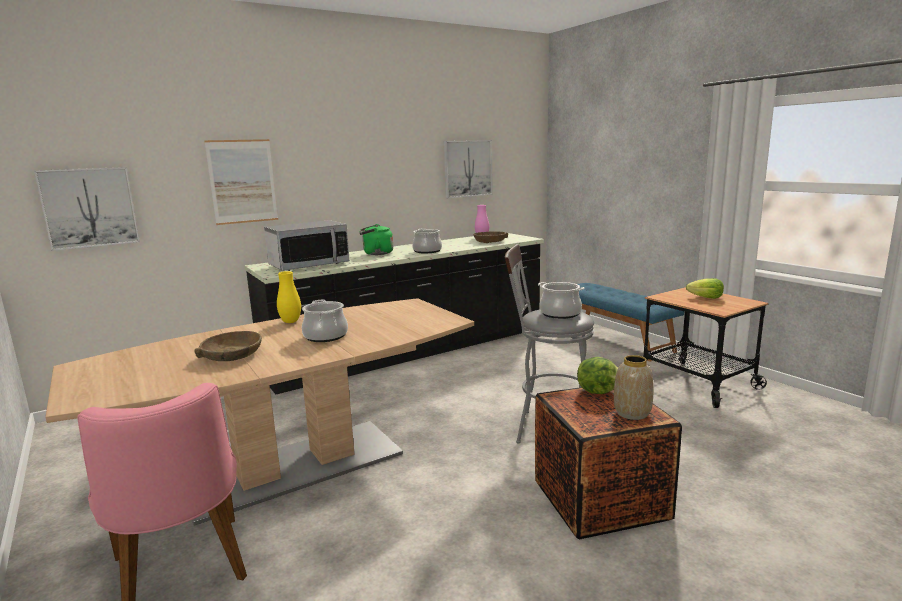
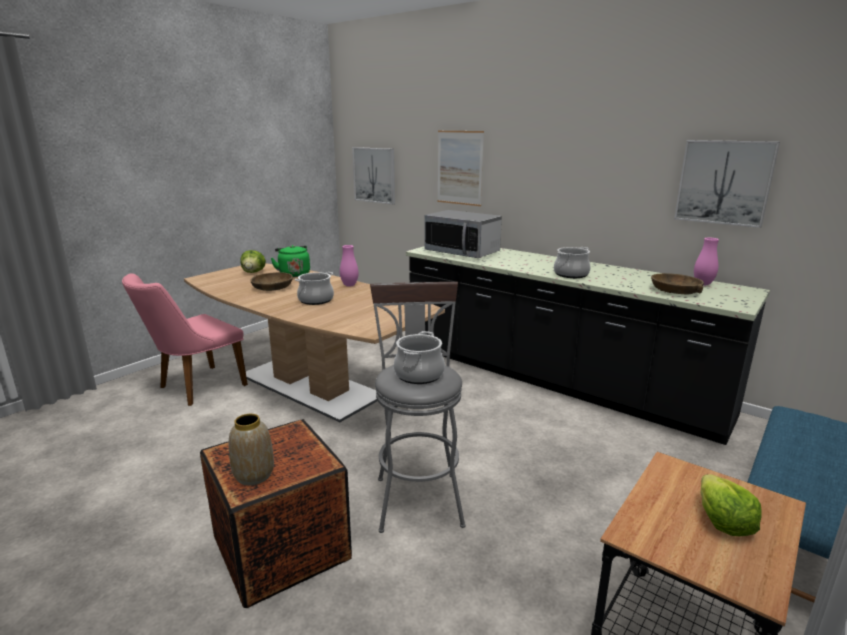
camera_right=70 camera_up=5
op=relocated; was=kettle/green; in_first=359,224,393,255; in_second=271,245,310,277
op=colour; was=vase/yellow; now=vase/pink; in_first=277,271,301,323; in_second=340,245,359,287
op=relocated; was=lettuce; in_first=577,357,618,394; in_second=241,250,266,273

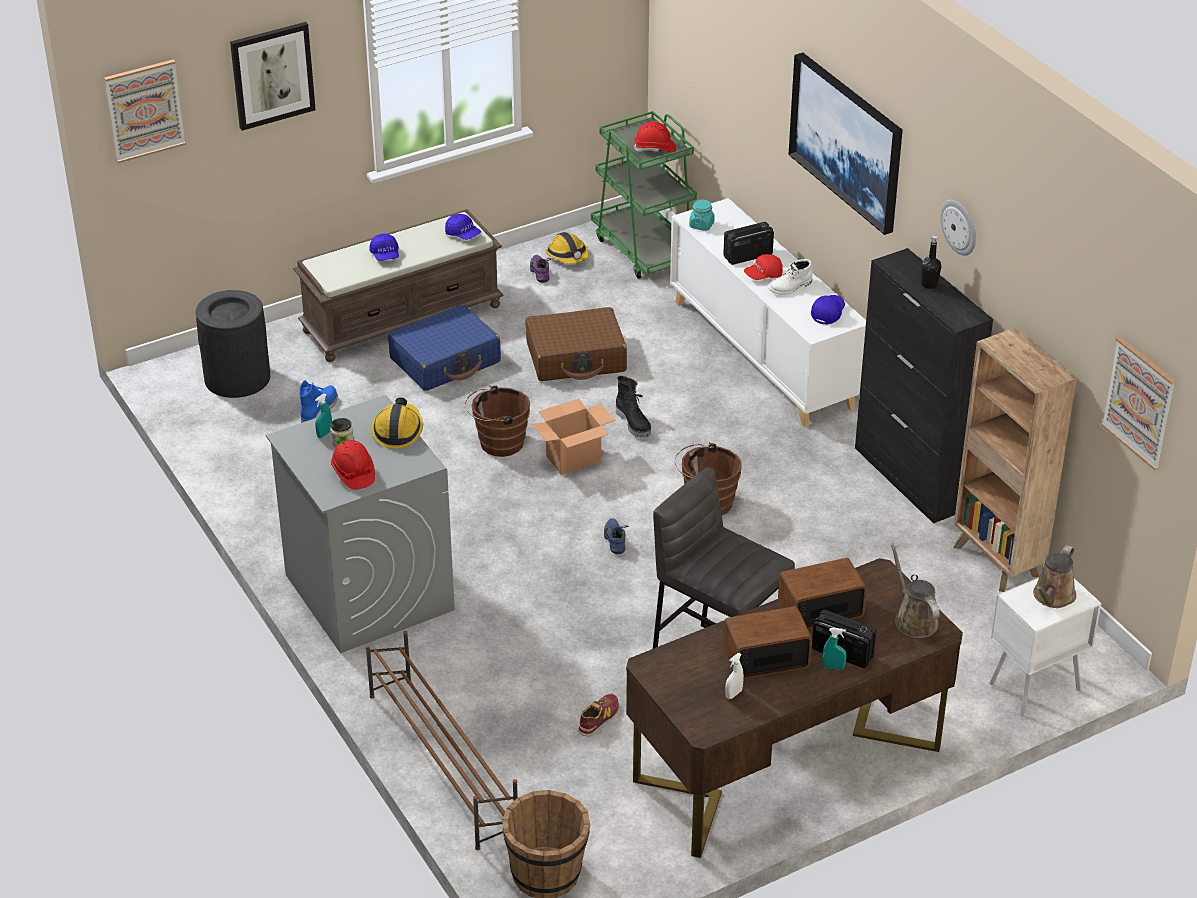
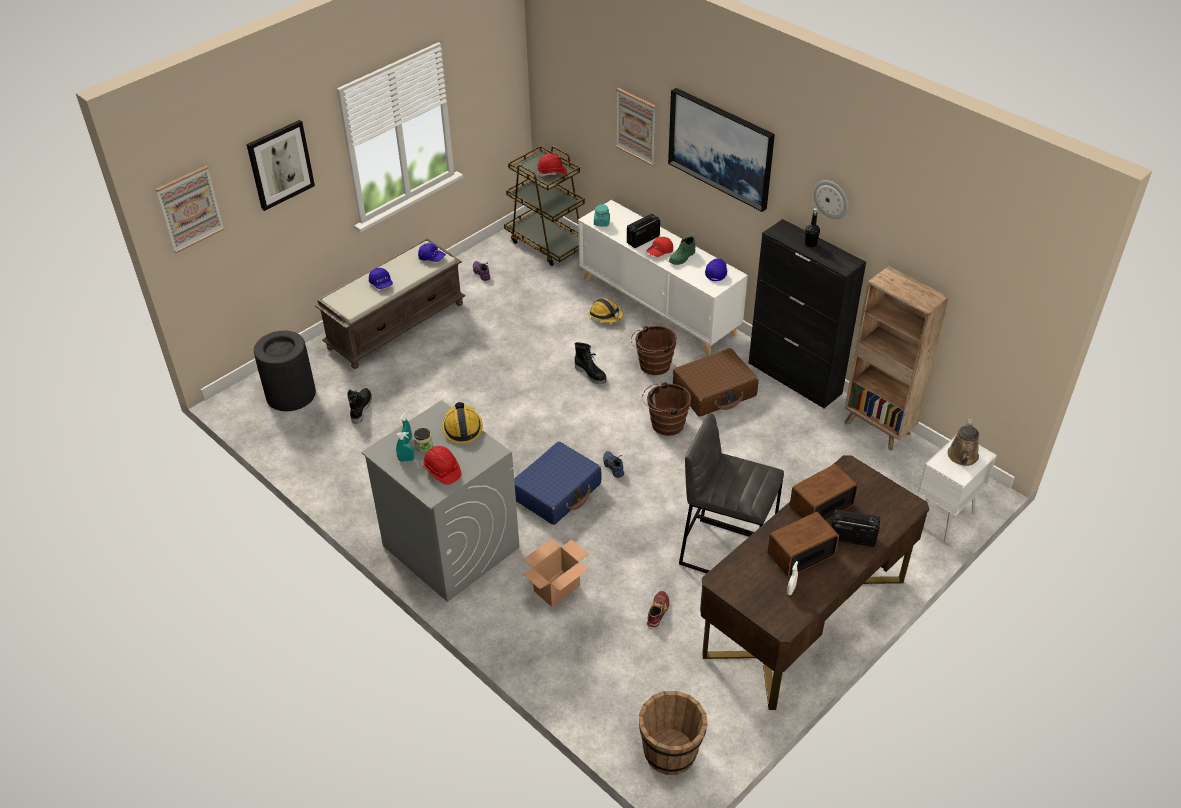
camera_right=-15 camera_up=5
op=colour; was=cart/green; now=cart/brown; in_first=591,111,697,279; in_second=504,146,585,266
op=relocated; was=hard hat; in_first=545,232,589,264; in_second=588,298,623,323
op=colour; was=boot/white; now=boot/green; in_first=769,259,813,295; in_second=669,236,696,265
op=relocated; was=suitcase/blue; in_first=388,305,501,391; in_second=514,441,601,525
op=relocated; was=suitcase/brown; in_first=525,307,627,381; in_second=673,348,758,417
op=relocated; was=picture; in_first=1101,337,1176,470; in_second=616,88,656,166
op=colour; was=boot/blue; now=boot/black; in_first=299,380,338,423; in_second=347,388,372,424
op=relocated; was=bucket/brown; in_first=465,385,530,457; in_second=631,326,677,375
op=relocated; was=cardboard box; in_first=532,398,615,475; in_second=522,539,589,607
op=missing; was=watering can/brown; in_first=891,543,940,638
op=relocated; was=spray bottle/turquoise; in_first=822,628,846,670; in_second=396,432,414,462
op=missing; was=shoe rack/brown; in_first=366,631,518,850

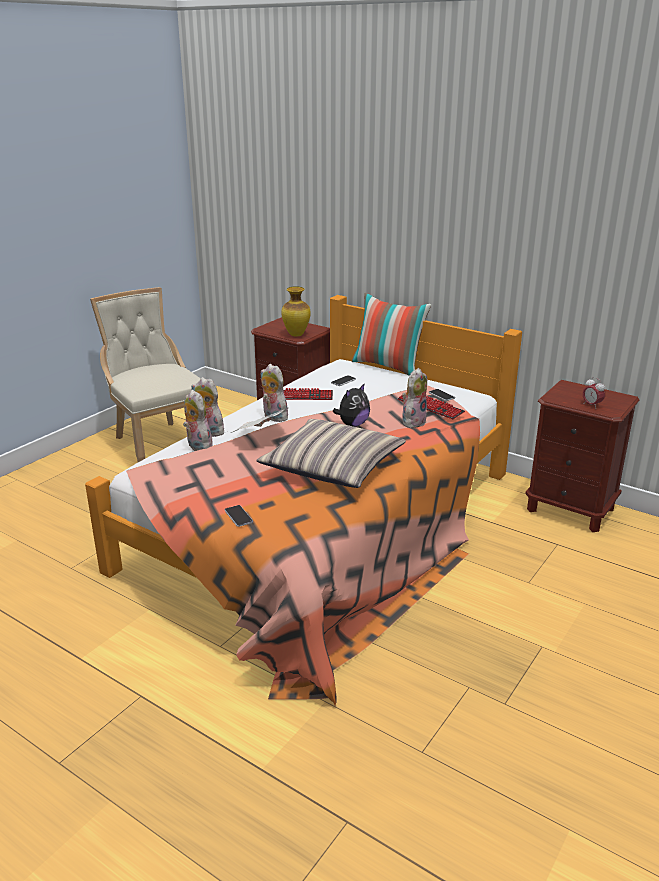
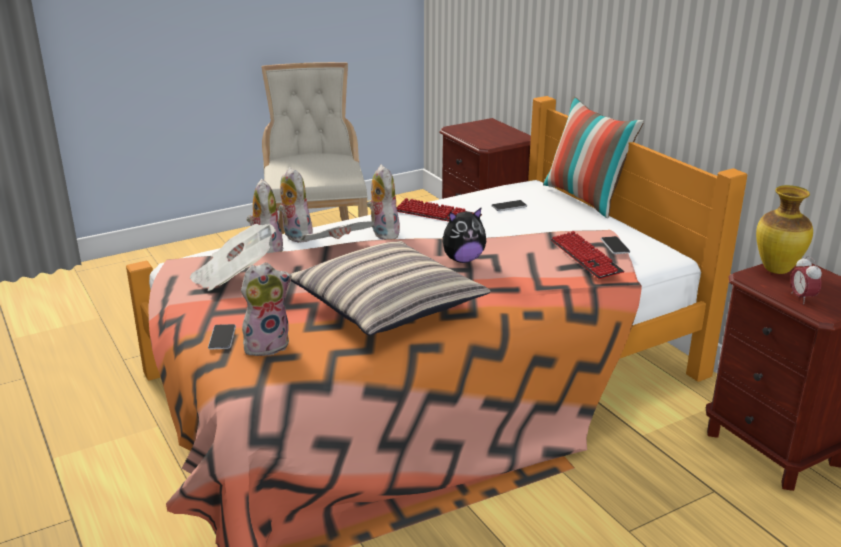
camera_right=25 camera_up=0
op=relocated; was=vase; in_first=281,286,311,337; in_second=756,185,813,274
op=relocated; was=plush toy; in_first=402,368,427,428; in_second=241,262,292,356
op=appeared; now=newspaper; in_second=190,224,276,291

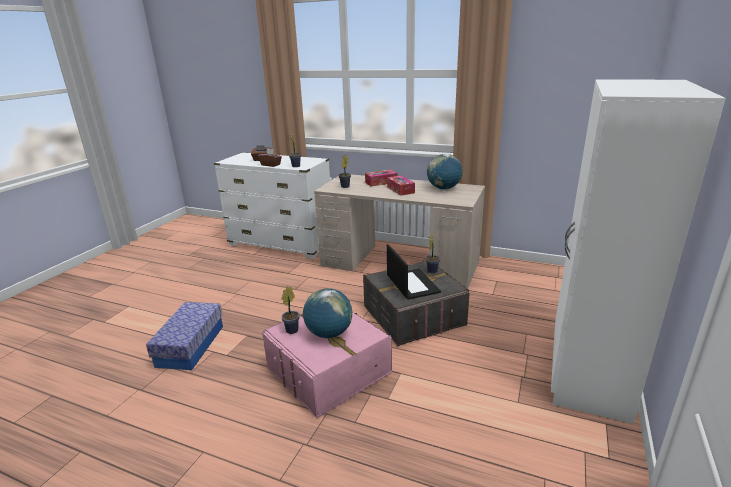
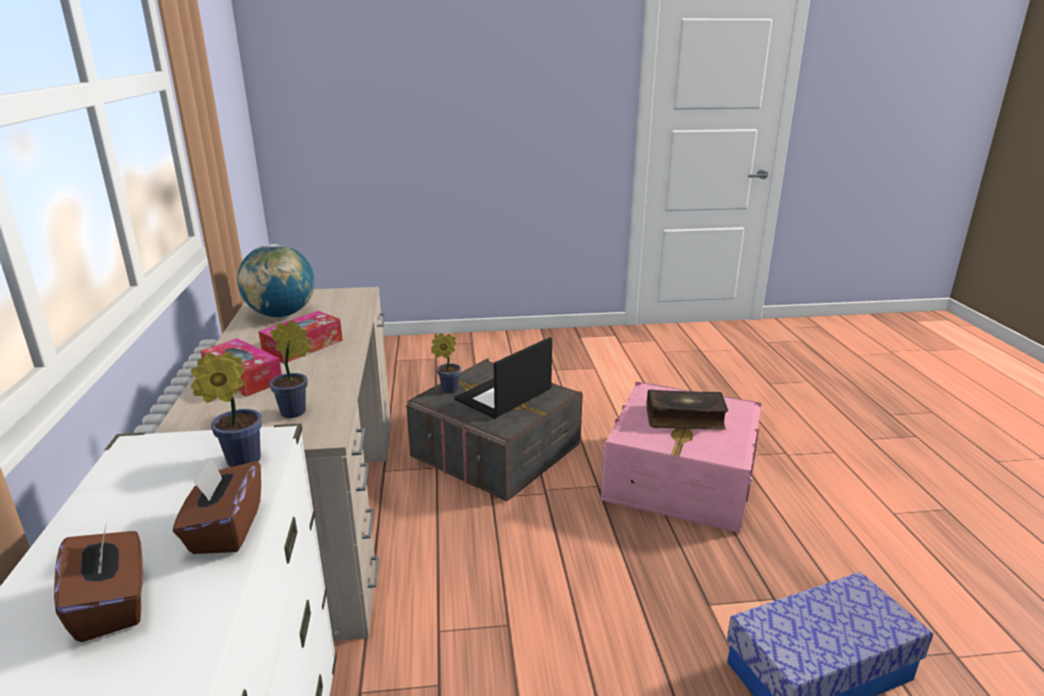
camera_right=-120 camera_up=0
op=missing; was=wardrobe/white; in_first=551,80,726,424
op=missing; was=potted plant; in_first=281,286,300,334
op=exchanged; was=globe; now=book; in_first=303,288,352,338; in_second=646,389,728,430

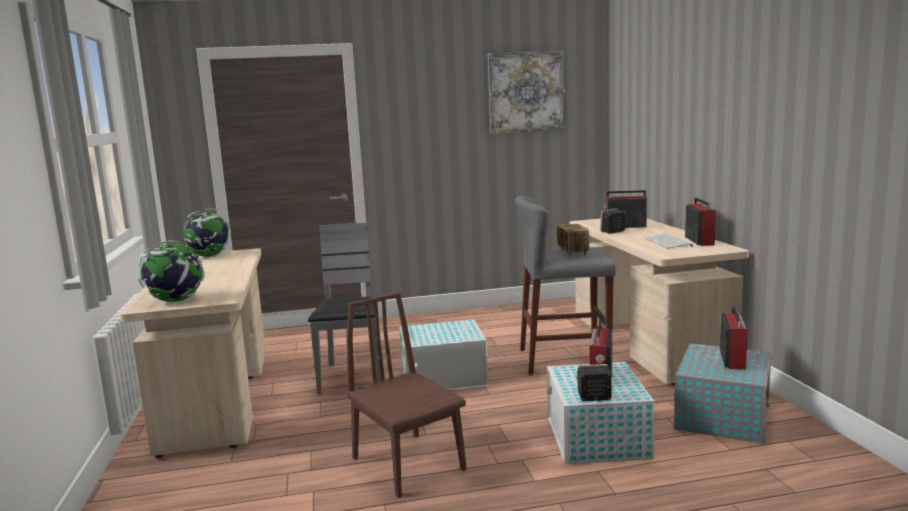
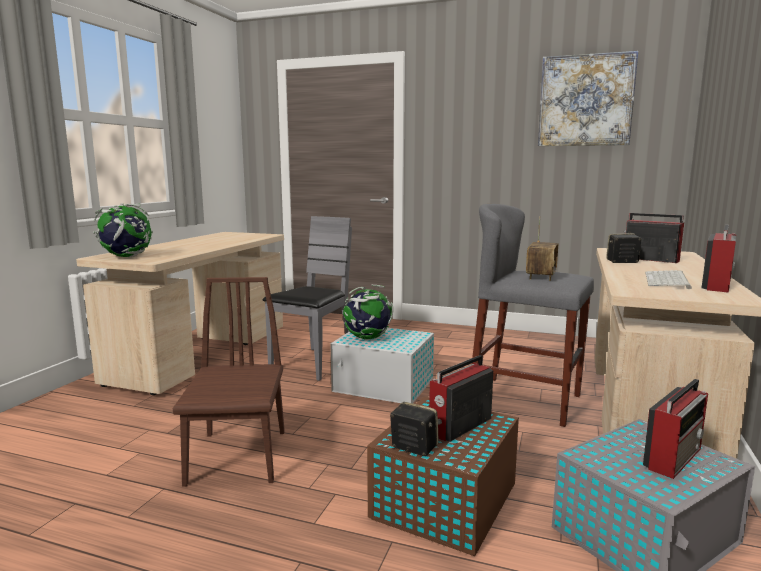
camera_right=30 camera_up=0
op=relocated; was=globe; in_first=183,208,231,257; in_second=343,285,394,339
op=colour; was=storage box/white; now=storage box/brown; in_first=546,362,654,464; in_second=367,397,519,556

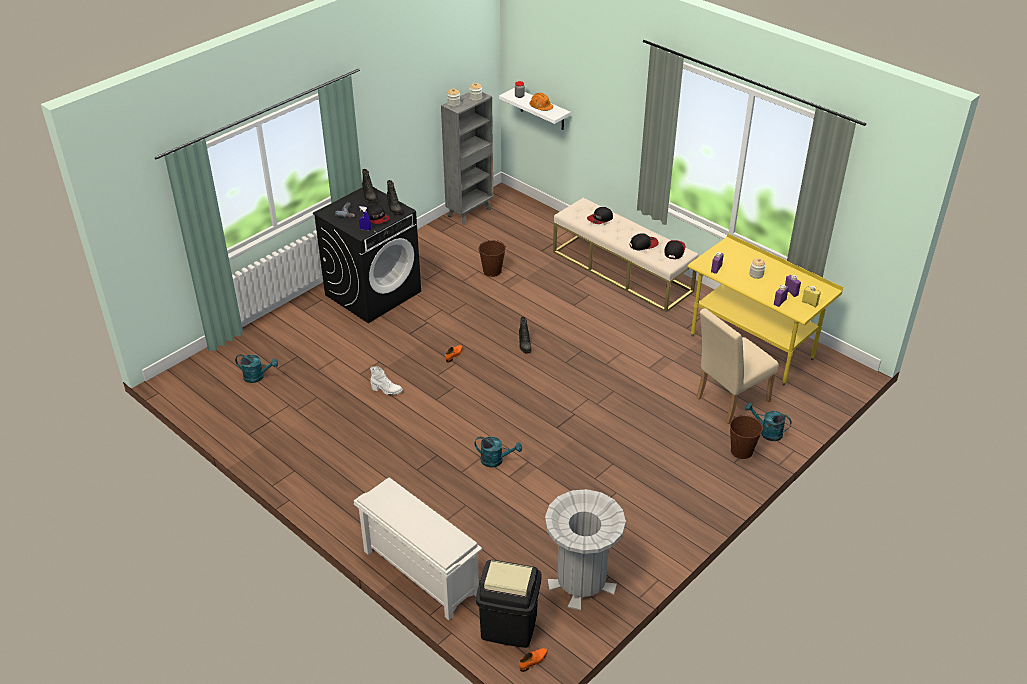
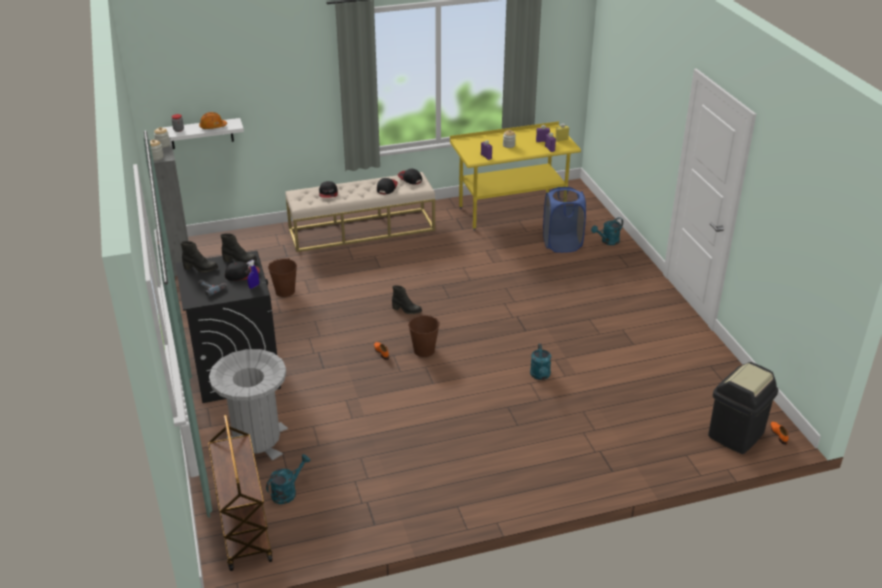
camera_right=-60 camera_up=-5
op=exchanged; was=chair/beige; now=laundry basket/blue; in_first=696,308,779,424; in_second=543,187,586,253
op=missing; was=boot/white; in_first=370,366,403,395
op=relocated; was=bucket/brown; in_first=730,415,763,459; in_second=408,315,440,357
op=spun; was=watering can/turquoise; in_first=475,437,522,468; in_second=530,344,551,380; clockwise=135
op=missing; was=shoe rack/white; in_first=354,477,482,620
op=relocated; was=trash can/grey; in_first=545,489,626,611; in_second=209,349,288,461
op=appeared; now=cart/brown; in_second=208,415,273,571

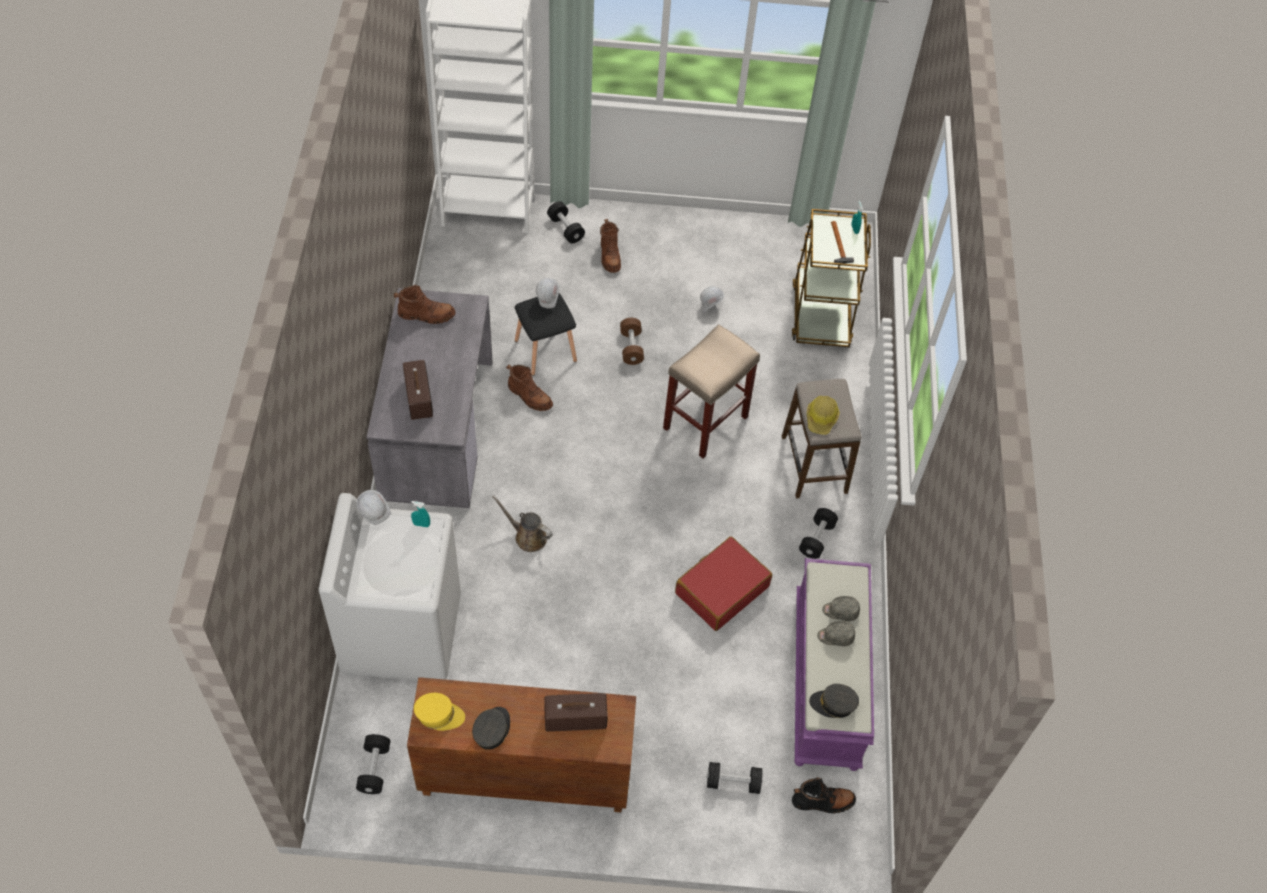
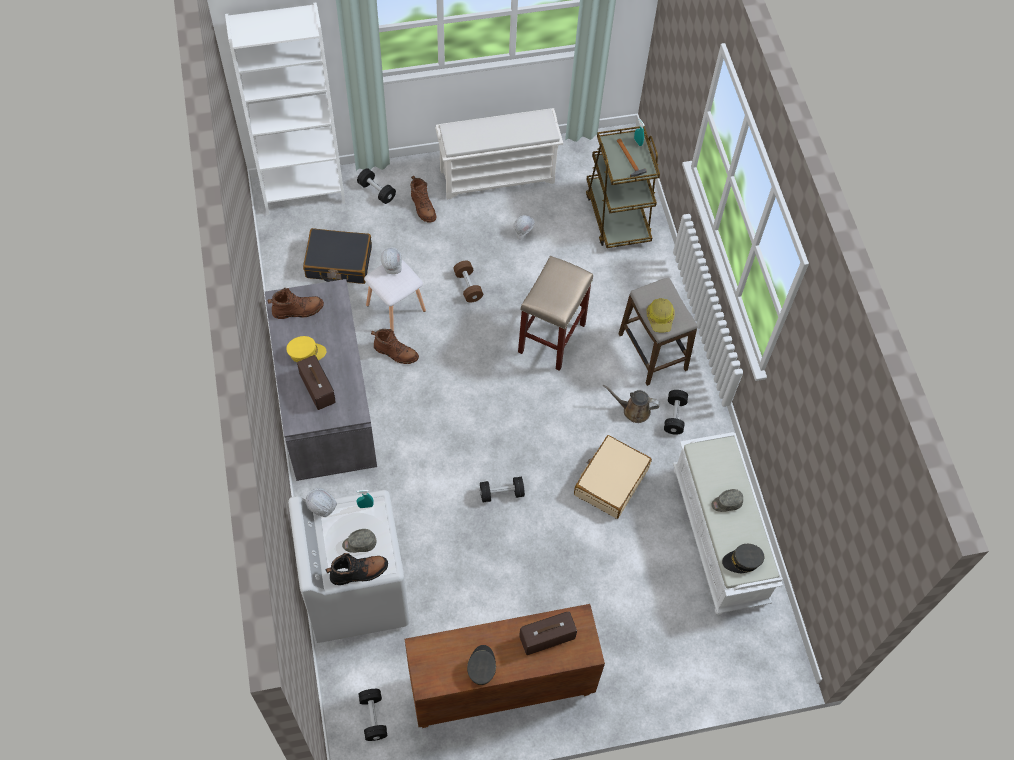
camera_right=-15 camera_up=5
op=colour; was=stool/black; now=stool/white; in_first=515,293,577,376; in_second=364,260,426,331
op=relocated; was=watering can/brown; in_first=492,496,553,552; in_second=603,384,660,423
op=colour; was=suitcase/red; now=suitcase/beige; in_first=675,536,772,631; in_second=574,435,652,519
op=colour; was=bench/purple; now=bench/white; in_first=794,558,874,771; in_second=673,432,783,615
op=relocated; was=cap/grey; in_first=822,596,860,621; in_second=342,529,377,553
op=relocated; was=cap/yellow; in_first=414,693,465,731; in_second=286,336,326,362
op=relocated; was=dumbbell/black; in_first=707,762,763,794; in_second=480,476,525,502
op=relocated; was=boot/black; in_first=792,777,856,814; in_second=325,553,388,585
op=appeared; now=shoe rack/white; in_second=435,108,563,199
op=appeared; now=suitcase/black; in_second=303,228,372,284

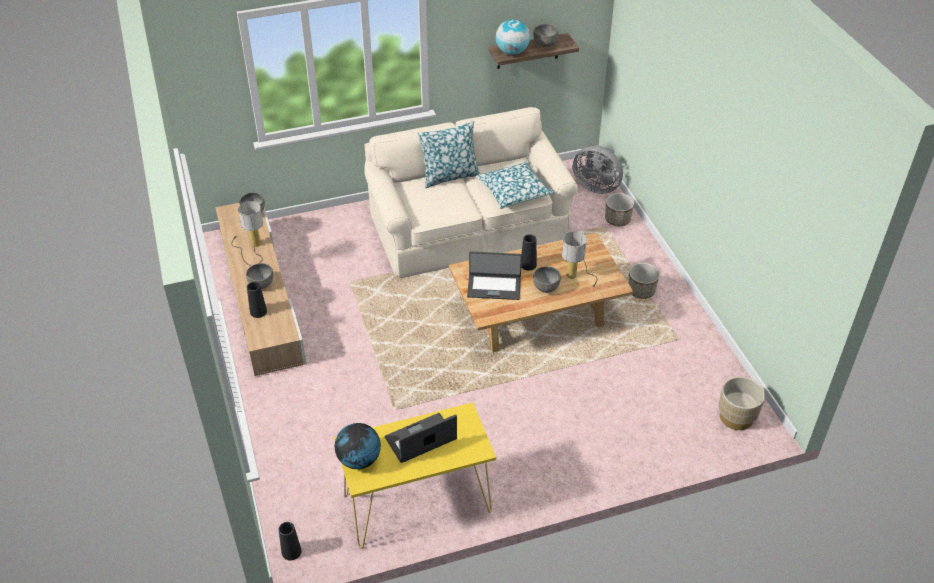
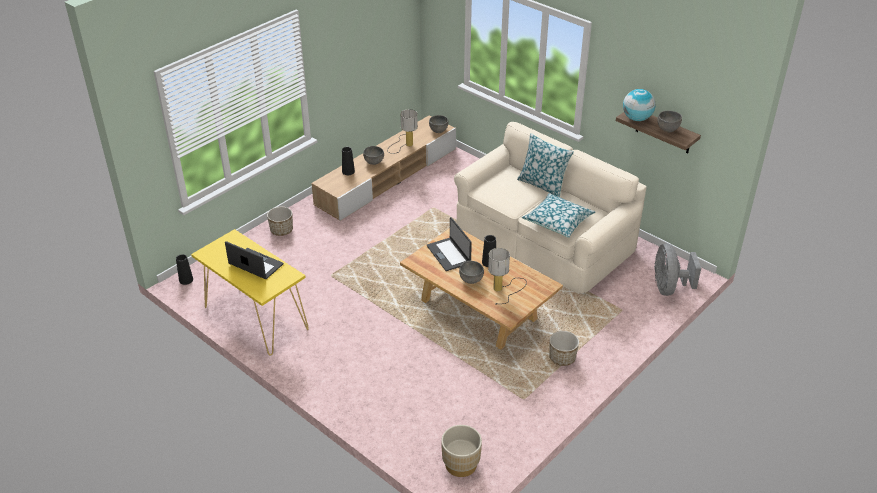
camera_right=60 camera_up=-5
op=relocated; was=planter; in_first=605,193,634,226; in_second=267,207,293,236
op=missing; was=globe; in_first=335,423,381,469

